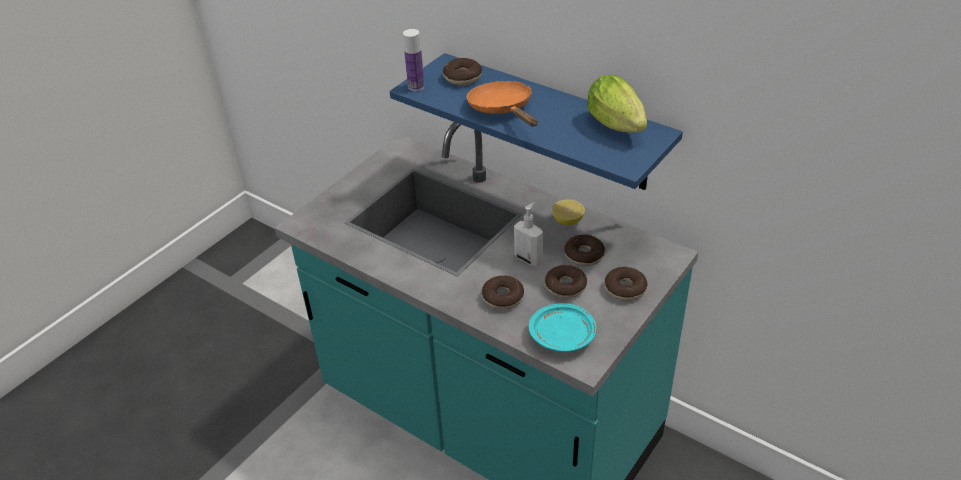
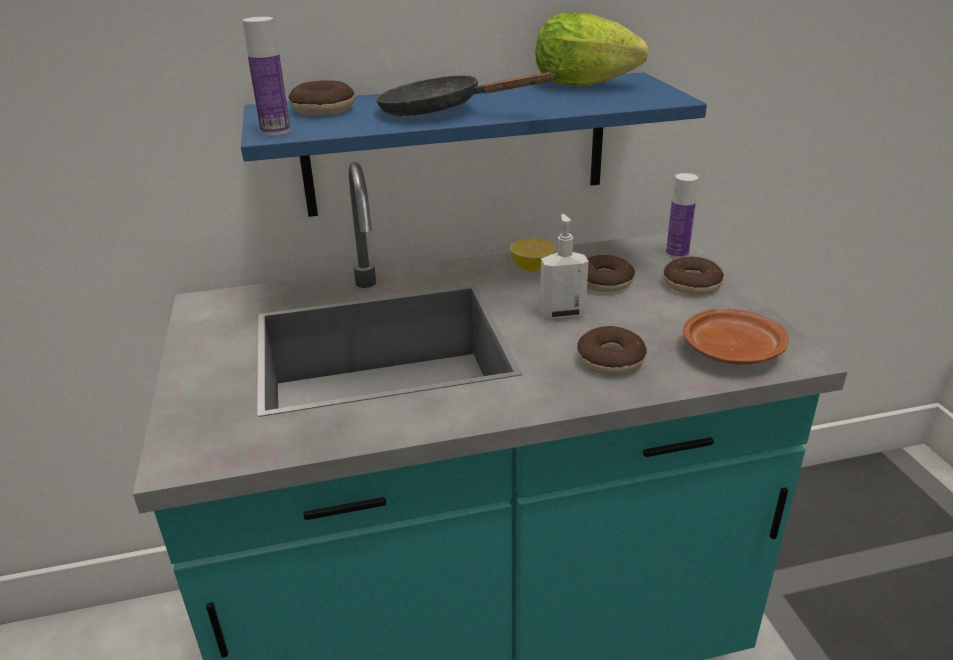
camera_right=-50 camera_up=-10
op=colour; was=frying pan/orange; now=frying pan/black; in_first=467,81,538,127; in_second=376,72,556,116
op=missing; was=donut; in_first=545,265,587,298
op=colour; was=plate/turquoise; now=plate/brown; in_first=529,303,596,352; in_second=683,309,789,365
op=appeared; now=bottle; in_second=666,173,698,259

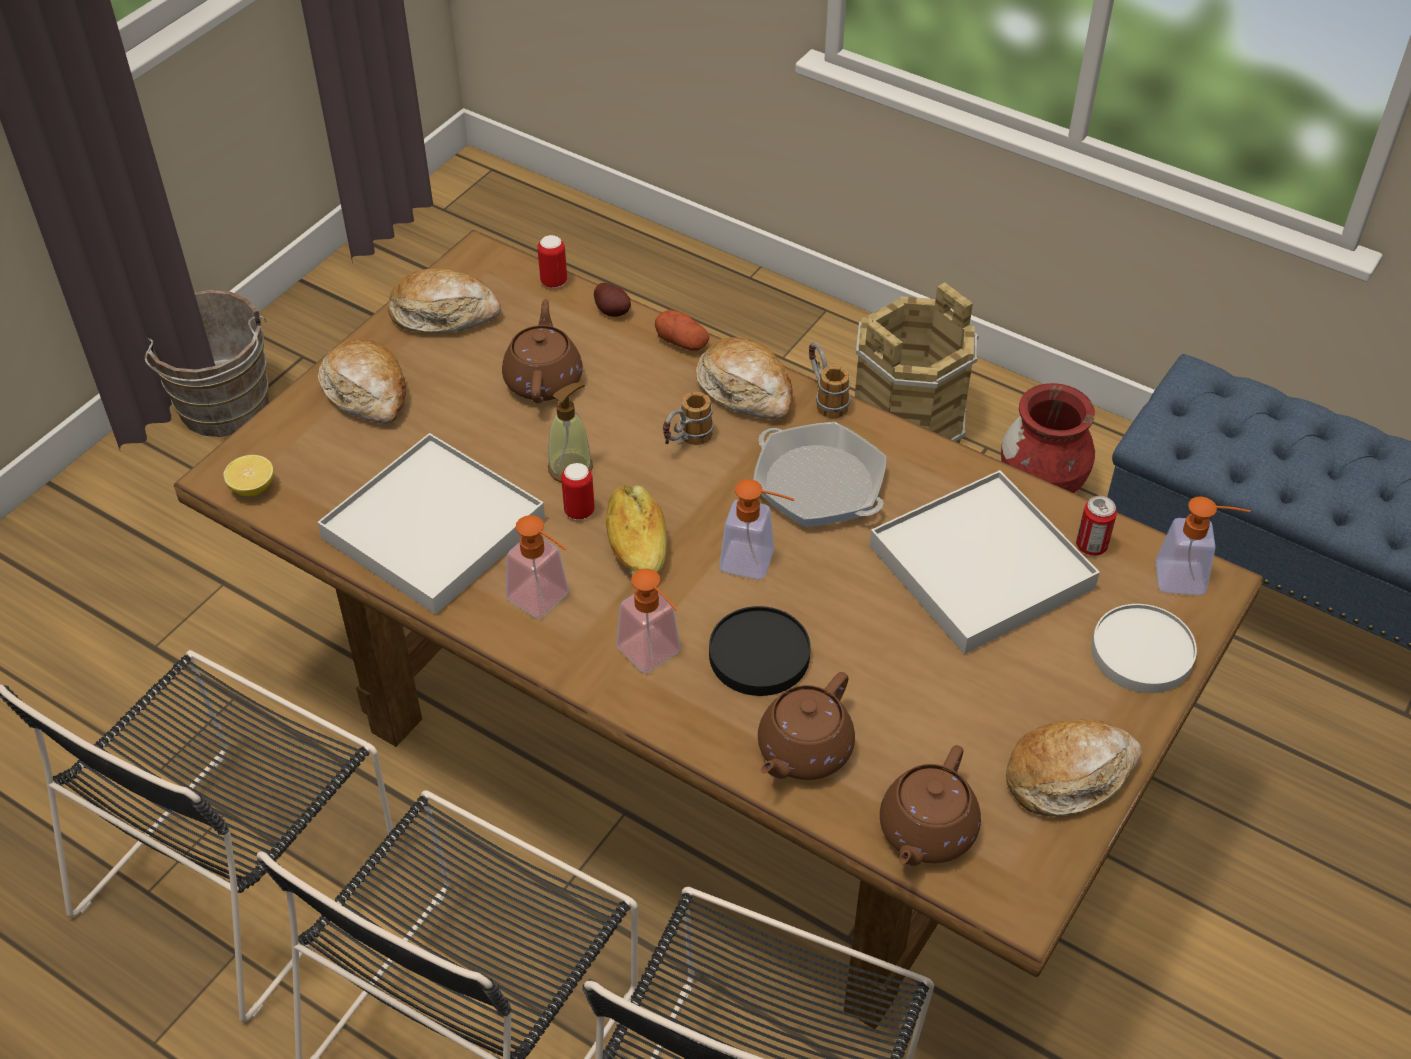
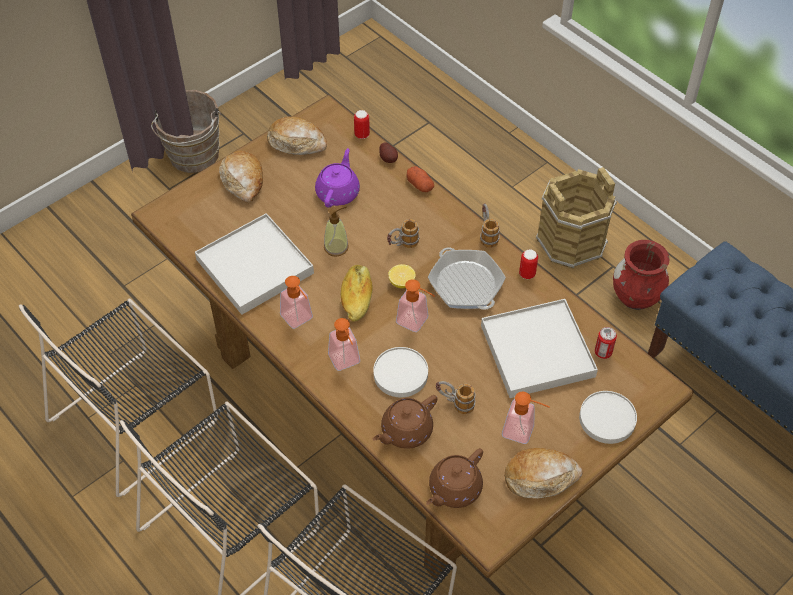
camera_right=15 camera_up=5
op=colour; was=teapot/brown; now=teapot/purple; in_first=502,299,583,403; in_second=315,148,360,207
op=missing; was=bread; in_first=696,337,793,420
op=relocated; was=lemon; in_first=224,455,274,496; in_second=388,264,416,288
op=relocated; was=can; in_first=561,463,595,520; in_second=519,249,538,279
op=relocated; was=soap dispenser; in_first=1155,496,1251,595; in_second=502,391,550,444
op=colour; was=plate/black; now=plate/white; in_first=709,606,811,696; in_second=373,347,428,397
op=appeared; now=mug; in_second=436,381,475,414

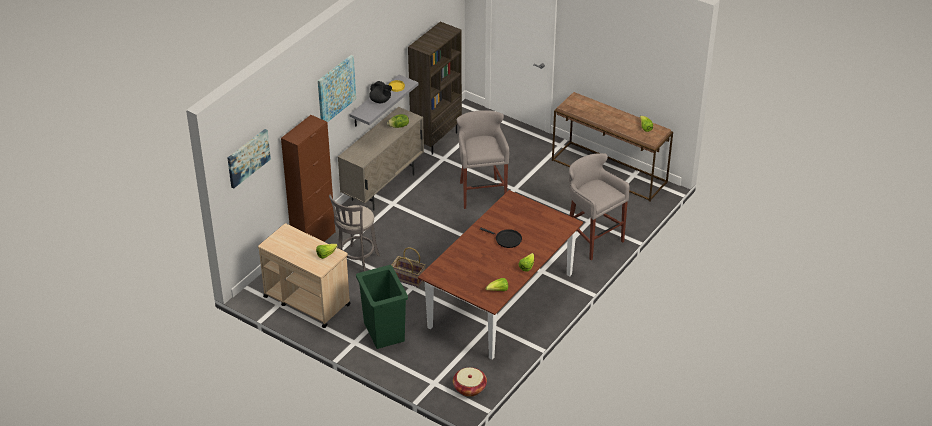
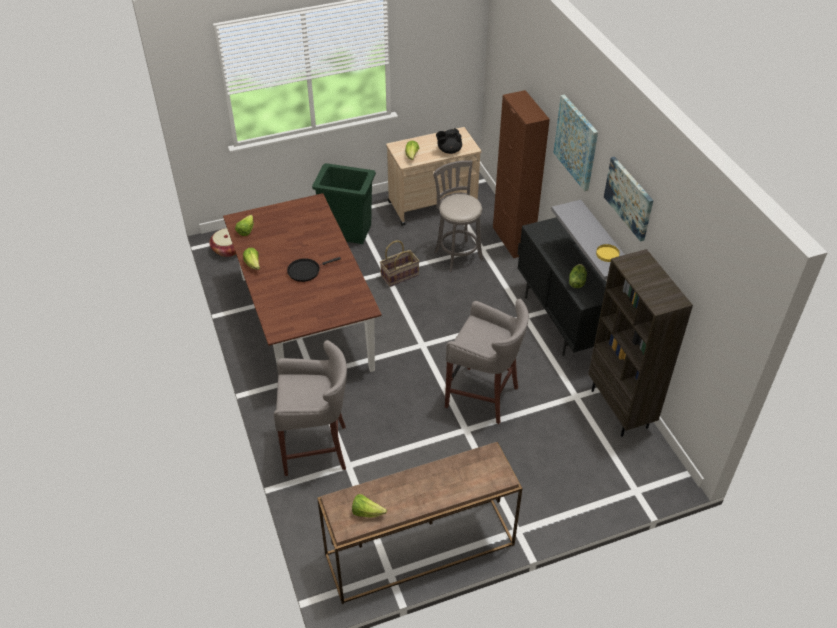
camera_right=125 camera_up=5
op=relocated; was=teapot/black; in_first=369,81,392,103; in_second=436,128,462,154
op=colour; was=cabinet/beige; now=cabinet/black; in_first=338,107,424,210; in_second=517,217,607,356
op=relocated; was=picture; in_first=228,129,271,188; in_second=604,157,653,242

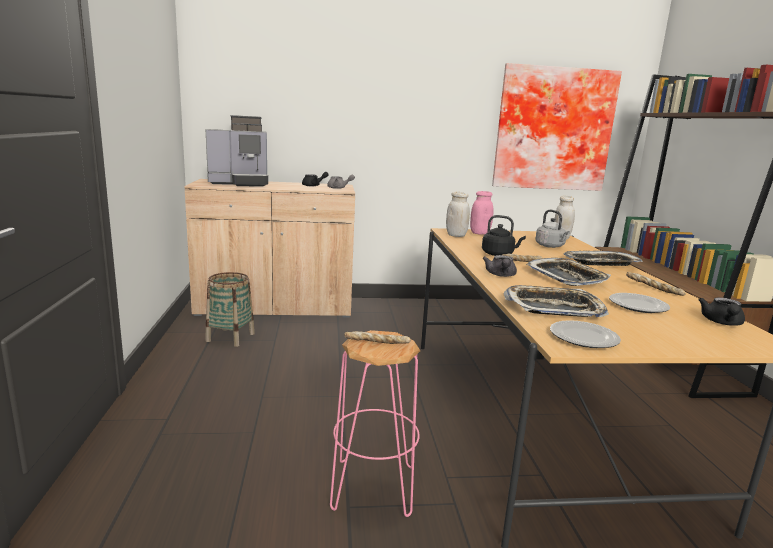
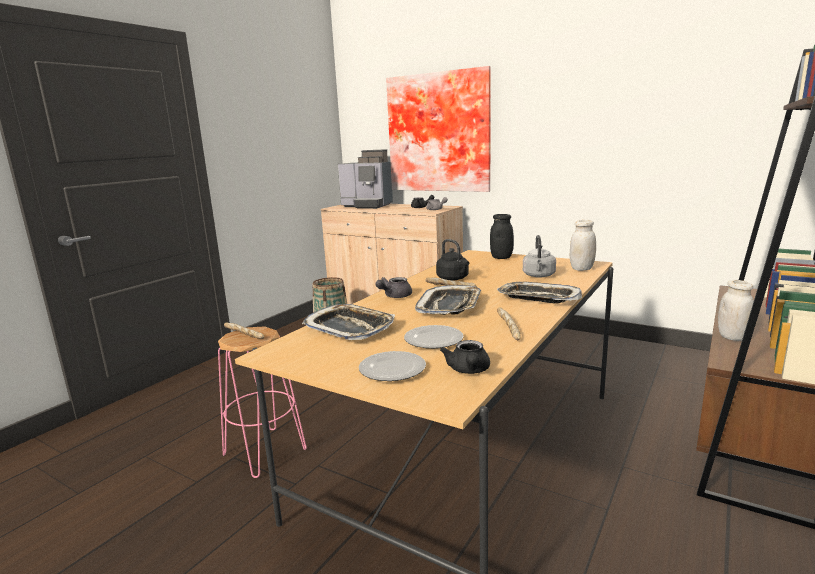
camera_right=40 camera_up=0
op=relocated; was=picture; in_first=492,63,622,191; in_second=386,66,491,192
op=colour; was=jar/pink; now=jar/black; in_first=470,191,493,235; in_second=490,214,514,259
op=relocated; was=jar/white; in_first=446,192,470,237; in_second=718,280,754,341
op=spun; was=teapot/black; in_first=699,297,745,326; in_second=440,340,490,374; clockwise=-60
op=relocated; was=plate; in_first=550,320,621,348; in_second=359,351,426,381

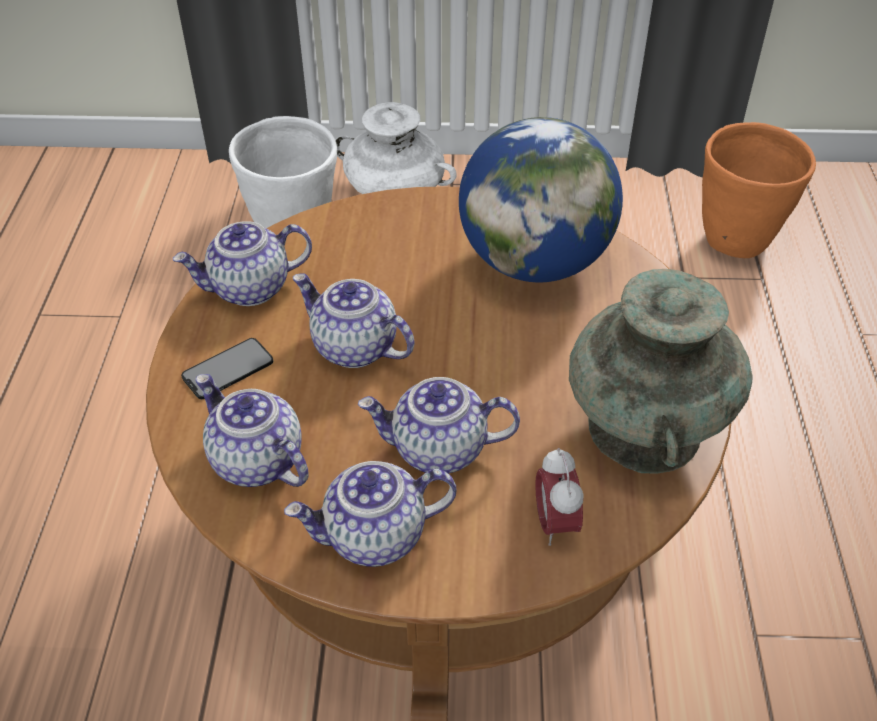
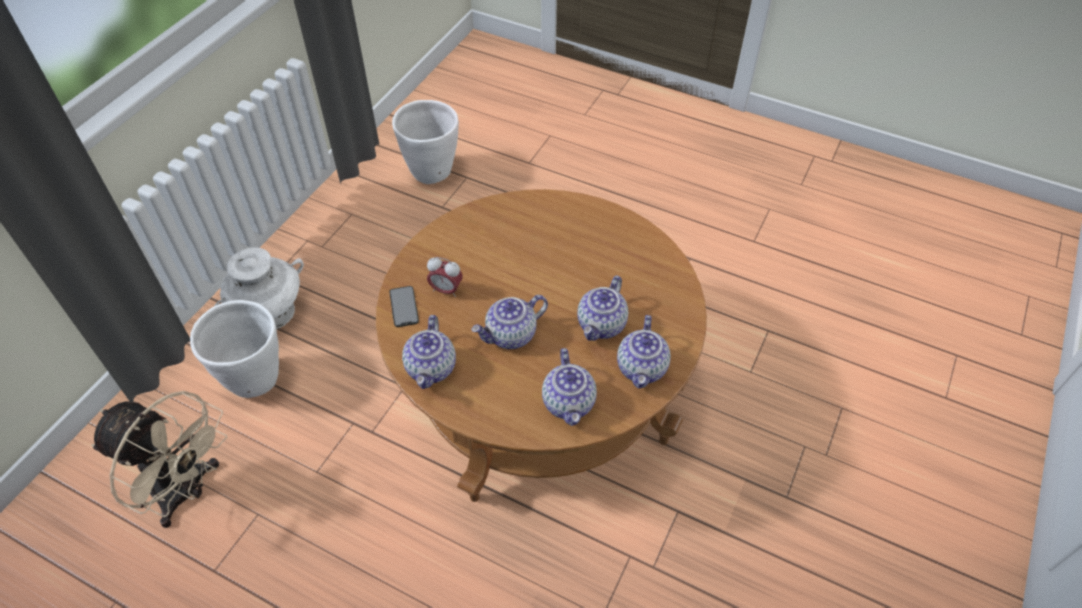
camera_right=-65 camera_up=5
op=missing; was=globe; in_first=459,117,623,282
op=colour; was=planter/orange; now=planter/white; in_first=702,122,816,258; in_second=392,100,459,184
op=missing; was=vase/turquoise; in_first=569,269,753,474
op=relocated; was=phone; in_first=181,338,273,399; in_second=389,286,419,327
op=spun; was=teapot; in_first=195,374,309,487; in_second=542,348,597,426; clockwise=-75
op=relocated; was=alarm clock; in_first=535,448,584,546; in_second=427,257,463,297
op=appeared; now=fan/beige; in_second=91,391,228,528

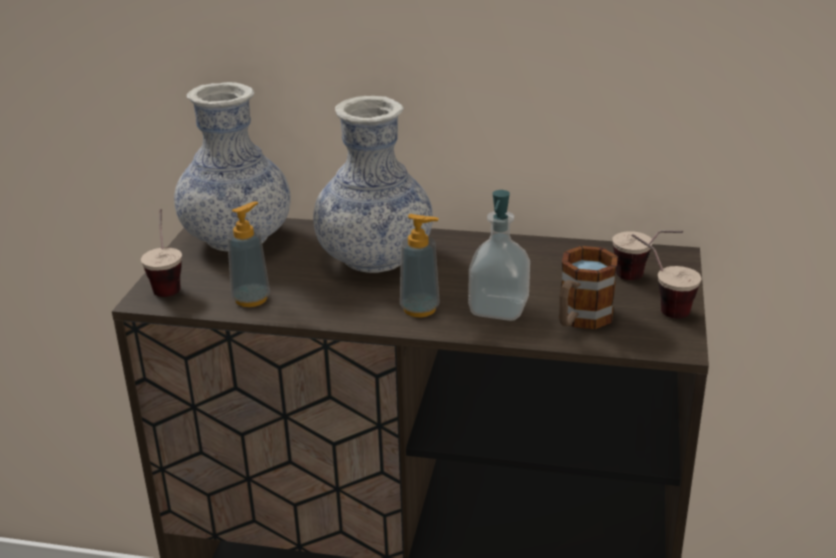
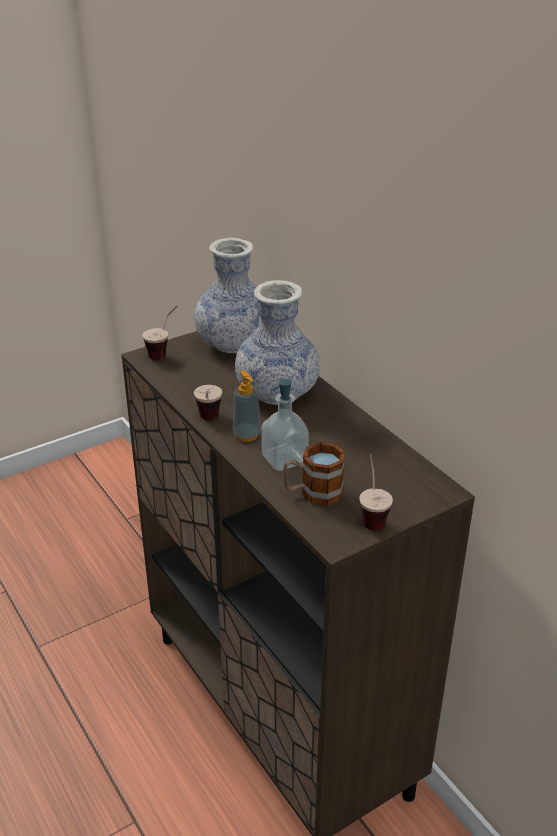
camera_right=45 camera_up=5
op=missing; was=soap dispenser; in_first=227,201,270,307
op=relocated; was=cup; in_first=612,230,683,280; in_second=194,385,222,420

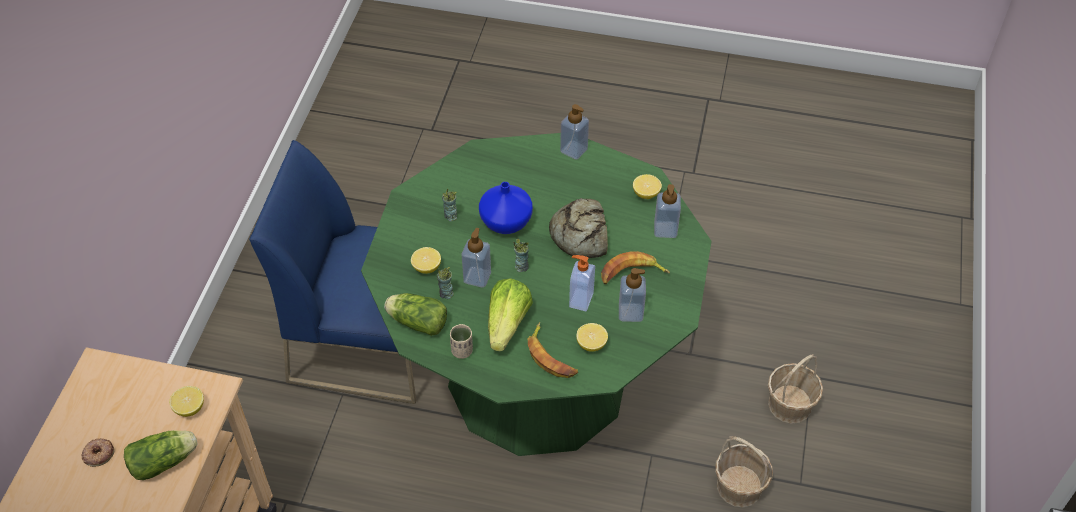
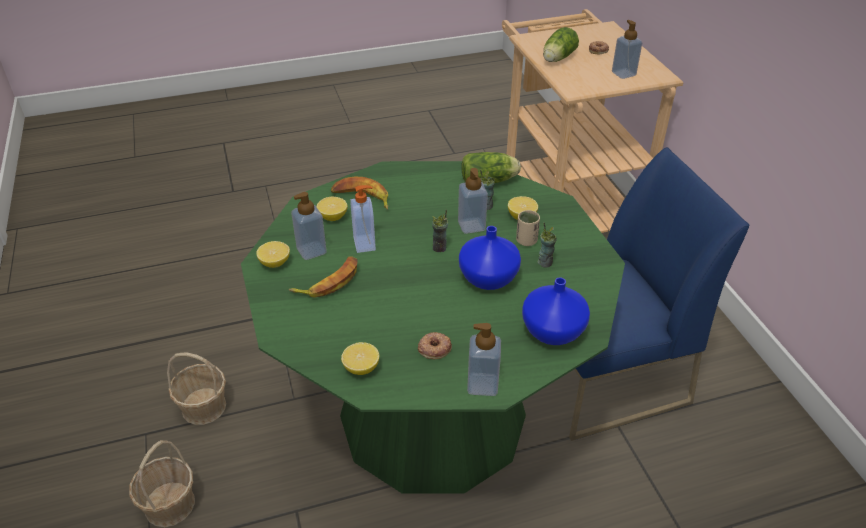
camera_right=150 camera_up=-10
op=relocated; was=soap dispenser; in_first=654,184,681,238; in_second=612,20,642,79
op=missing; was=bread; in_first=549,198,608,258
op=missing; was=lettuce; in_first=488,278,533,352
op=relocated; was=cup/beige; in_first=450,324,473,359; in_second=516,210,540,246
op=relocated; was=lemon; in_first=169,386,204,417; in_second=256,241,290,268
op=appeared; now=vase/blue; in_second=522,277,590,345
op=appeared; now=donut; in_second=418,332,452,359

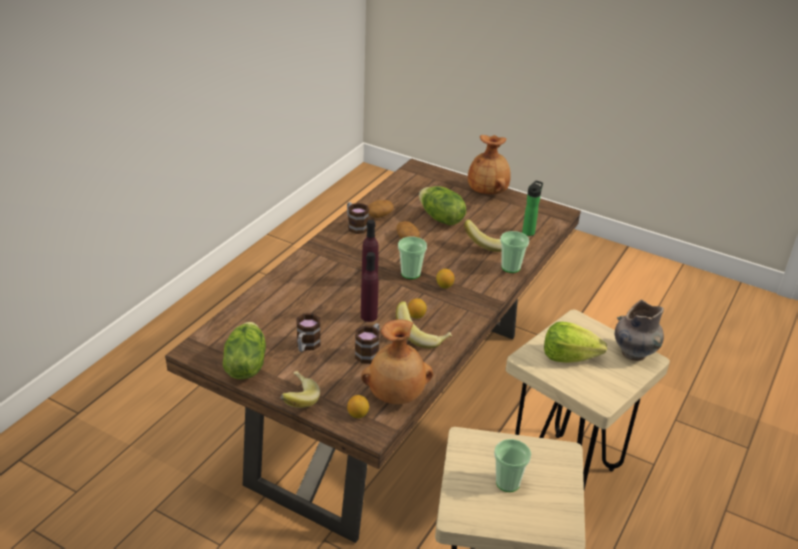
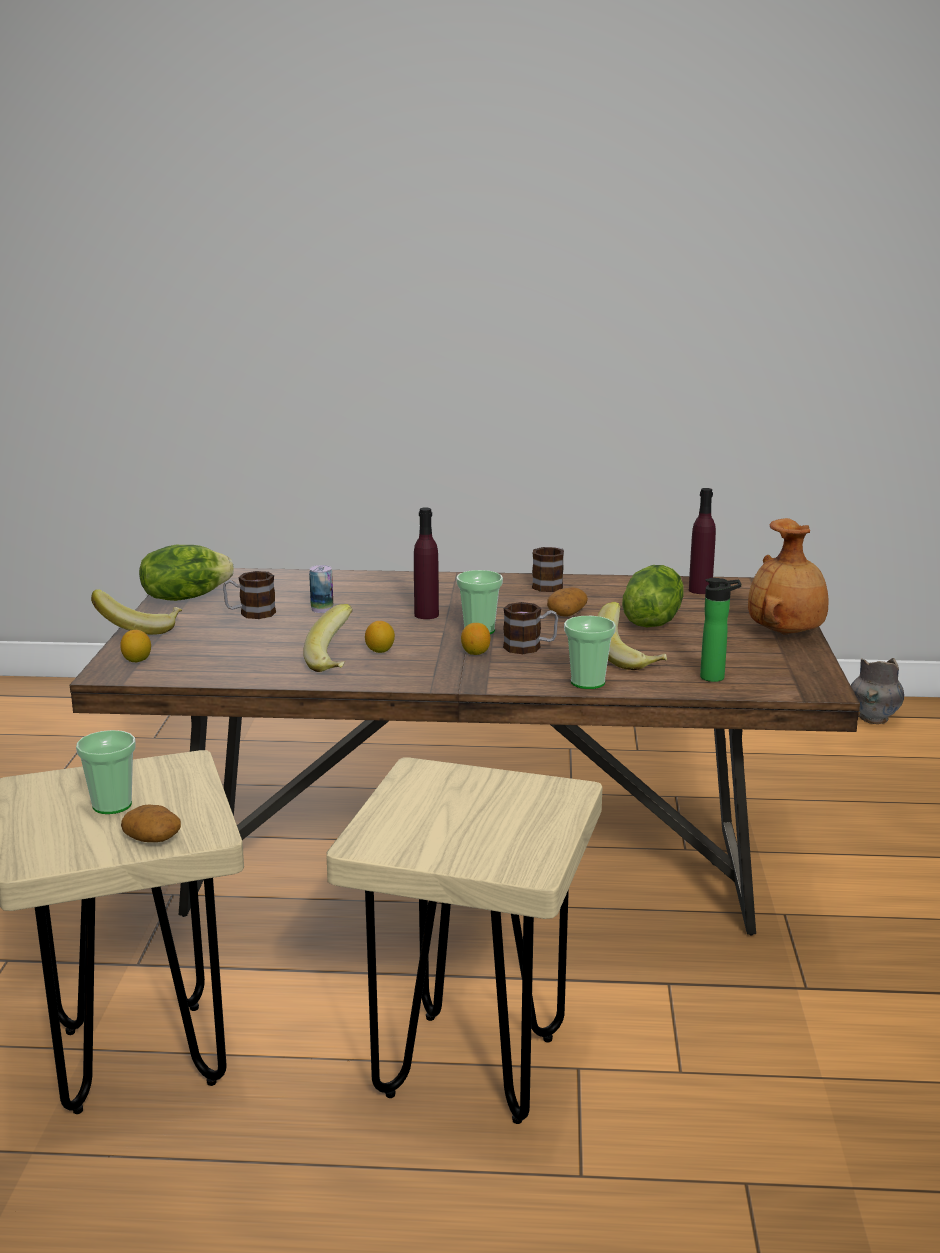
camera_right=65 camera_up=-15
op=relocated; was=potato; in_first=368,200,394,218; in_second=121,804,181,842
op=relocated; was=bottle/purple; in_first=361,252,379,322; in_second=689,488,716,594
op=relocated; was=vase/grey; in_first=615,300,664,361; in_second=851,658,904,724
op=missing; was=vase/brown; in_first=361,319,433,404
op=missing; was=lettuce; in_first=544,322,607,363
op=relocated; was=mug; in_first=355,323,380,364; in_second=503,602,558,654
op=appeared; now=can; in_second=309,565,333,613

